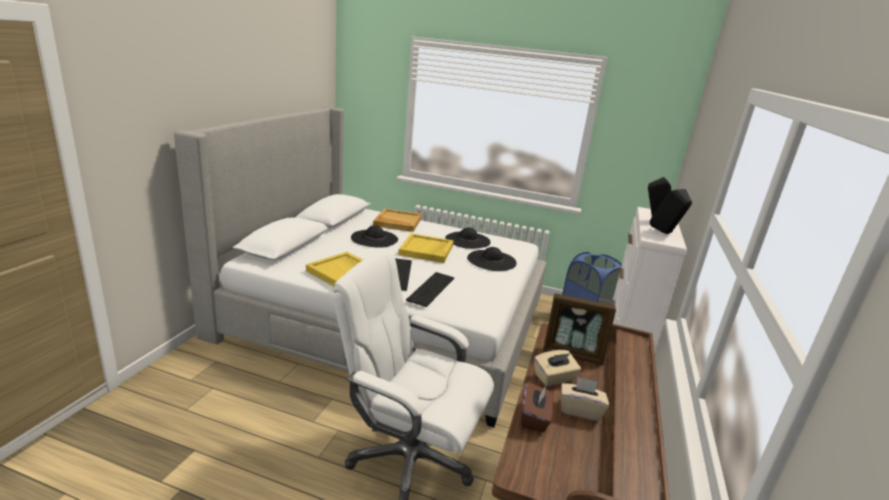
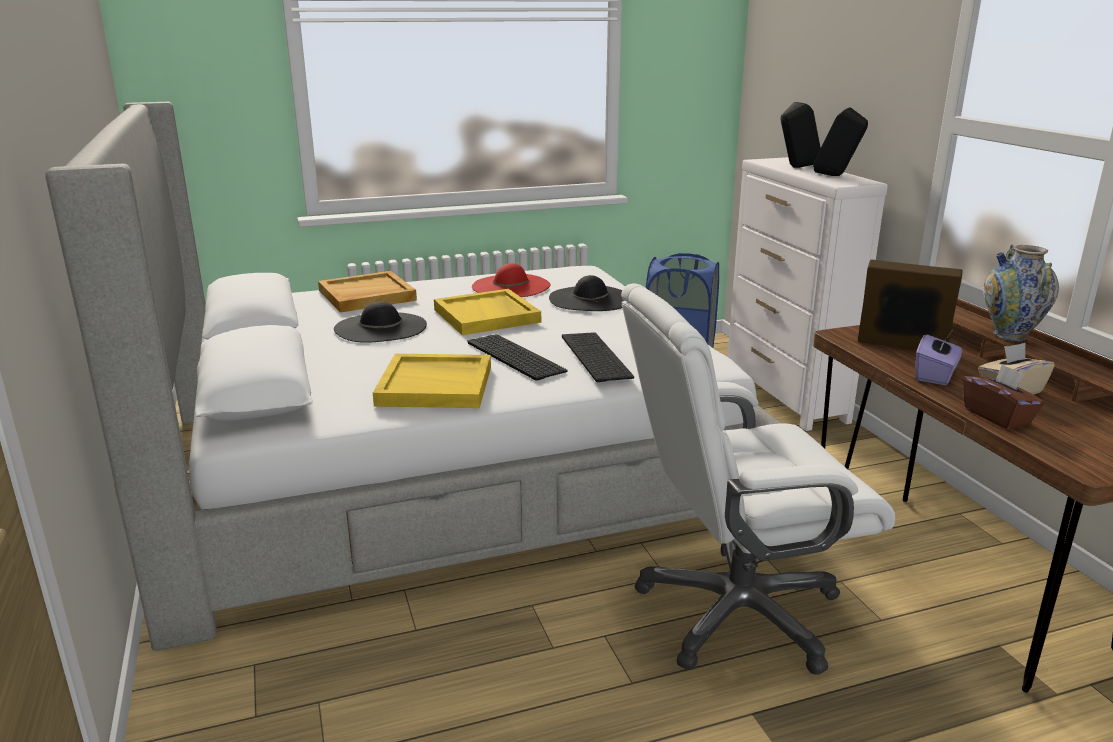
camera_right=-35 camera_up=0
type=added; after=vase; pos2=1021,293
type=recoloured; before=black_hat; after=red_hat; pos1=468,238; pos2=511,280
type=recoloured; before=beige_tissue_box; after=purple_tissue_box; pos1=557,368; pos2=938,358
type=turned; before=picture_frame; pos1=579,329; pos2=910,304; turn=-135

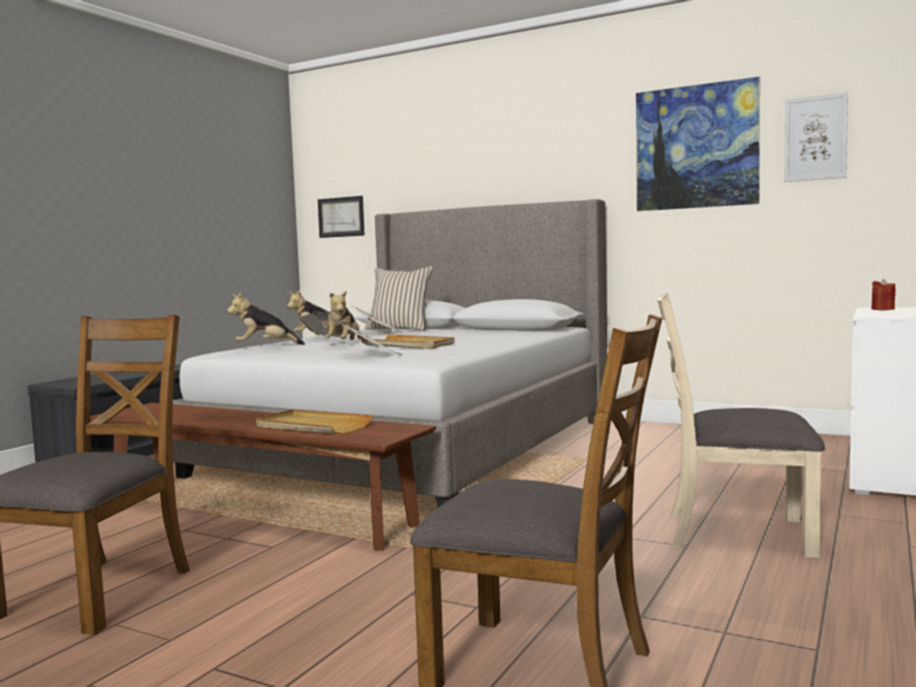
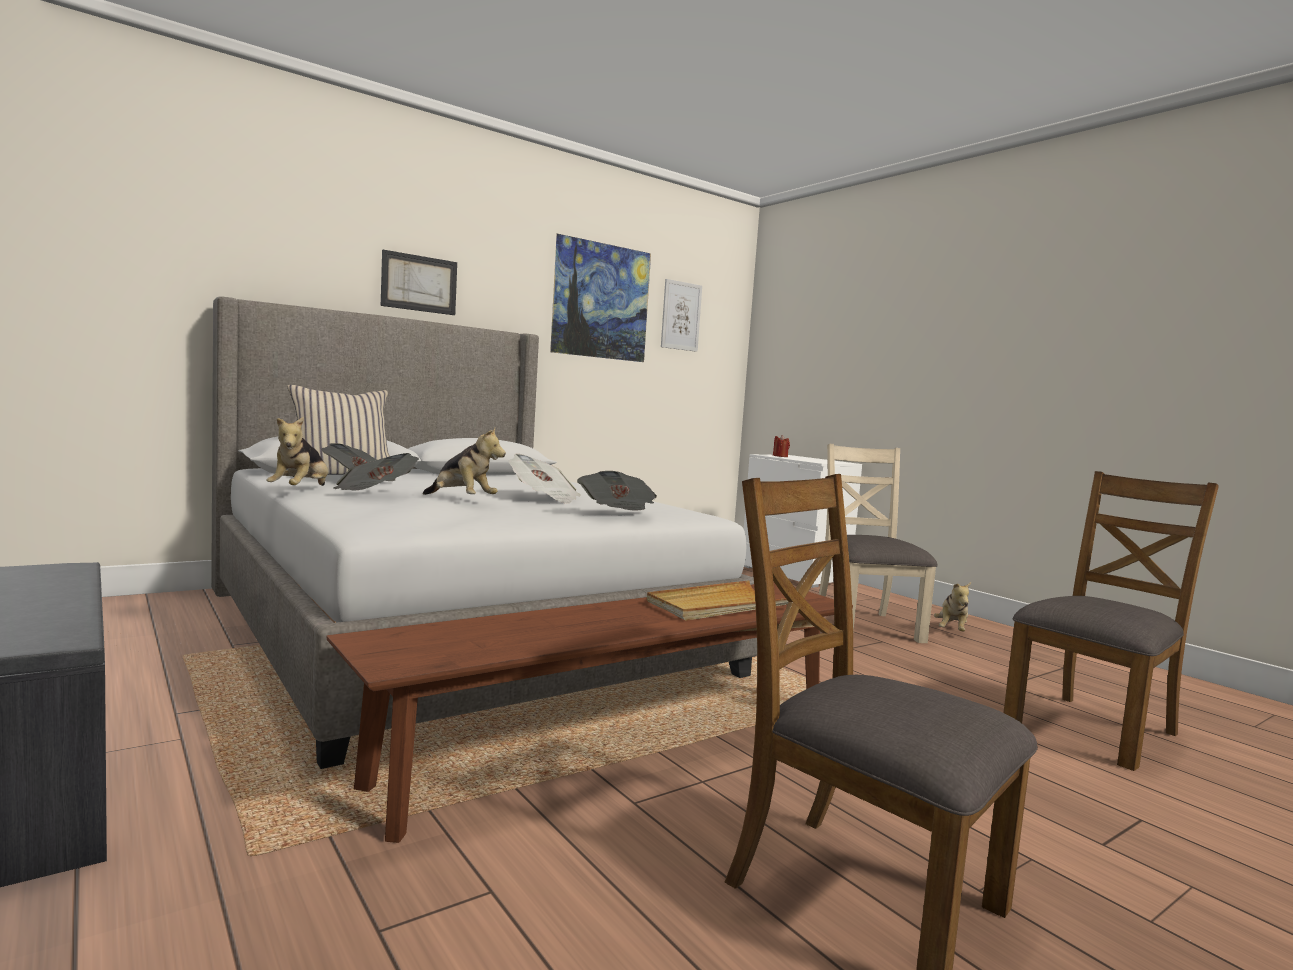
camera_right=-65 camera_up=0
type=moved; before=plush_toy; pos1=266,318; pos2=952,606
type=moved; before=picture; pos1=341,217; pos2=419,282
type=replaced; before=beige_tray; after=newspaper; pos1=408,341; pos2=545,478
type=turned; before=beige_chair; pos1=741,425; pos2=878,543; turn=135

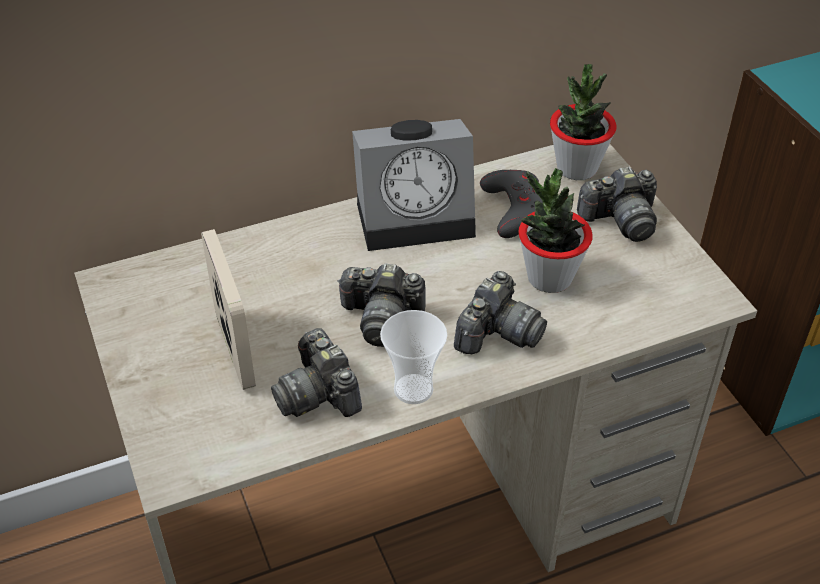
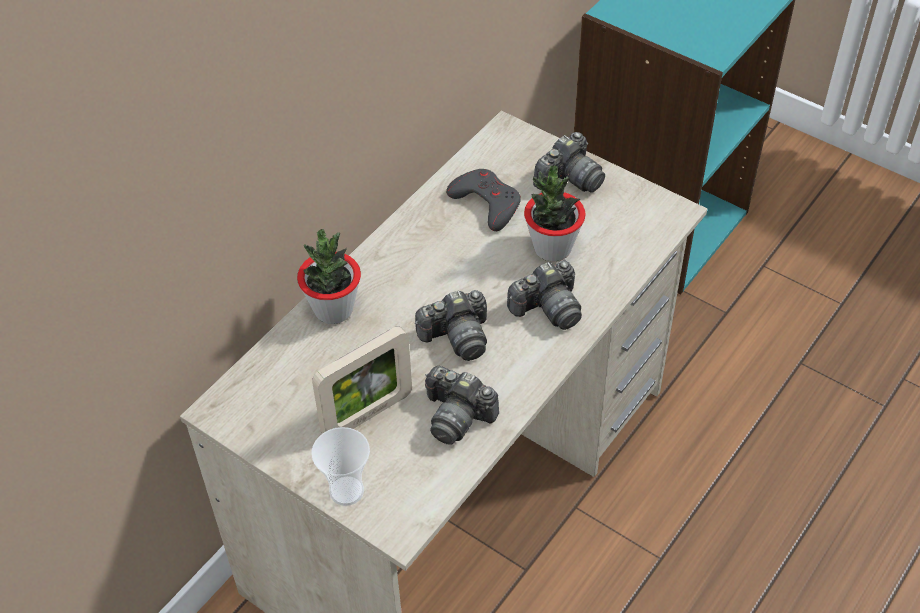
camera_right=-30 camera_up=5
type=removed; before=alarm_clock; pos1=414,185
type=moved; before=cup; pos1=413,357; pos2=340,466
type=moved; before=potted_plant; pos1=583,122; pos2=329,276
type=turned; before=picture_frame; pos1=228,309; pos2=362,380; turn=105
type=turned; before=photo_camera; pos1=500,312; pos2=544,295; turn=60

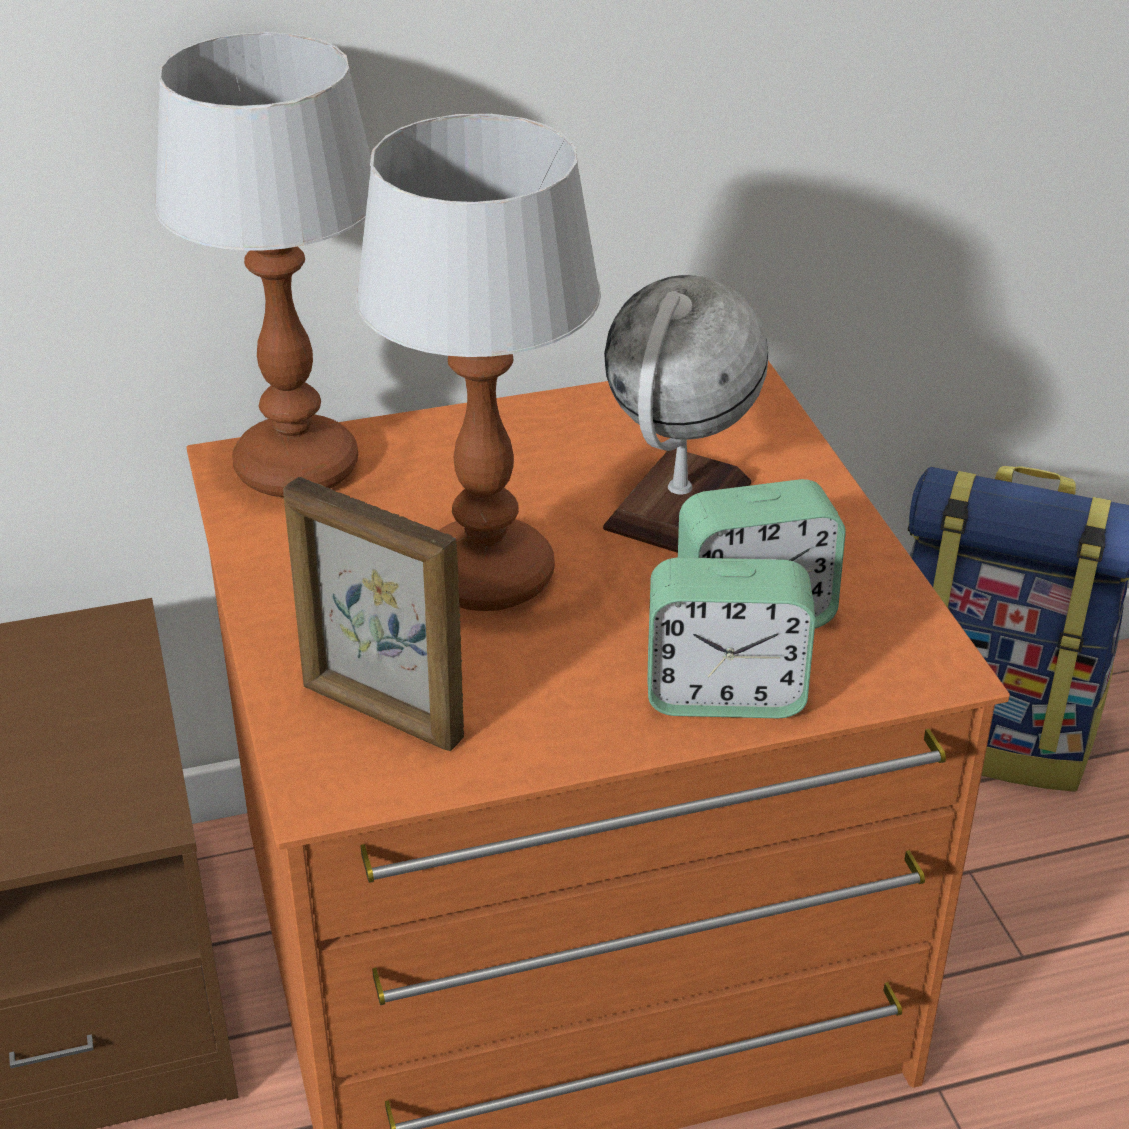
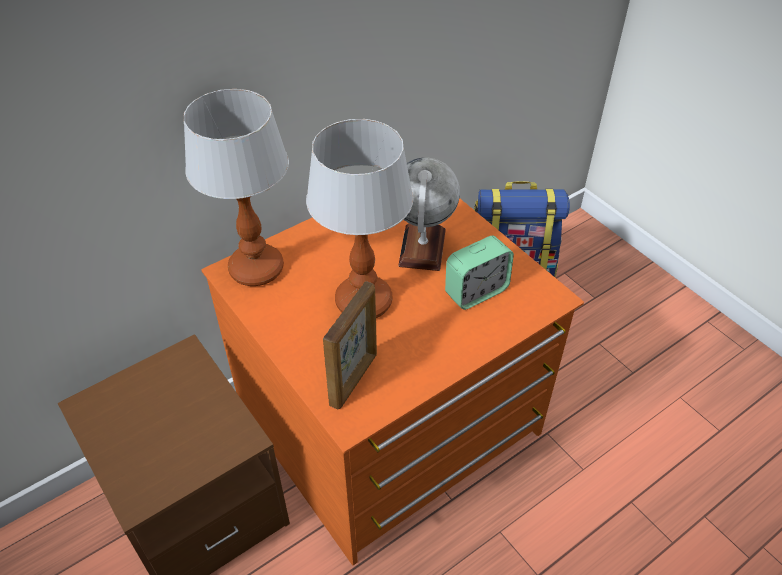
camera_right=-20 camera_up=10
type=removed; before=alarm_clock; pos1=731,637
type=turned; before=picture_frame; pos1=373,614; pos2=350,345; turn=-75

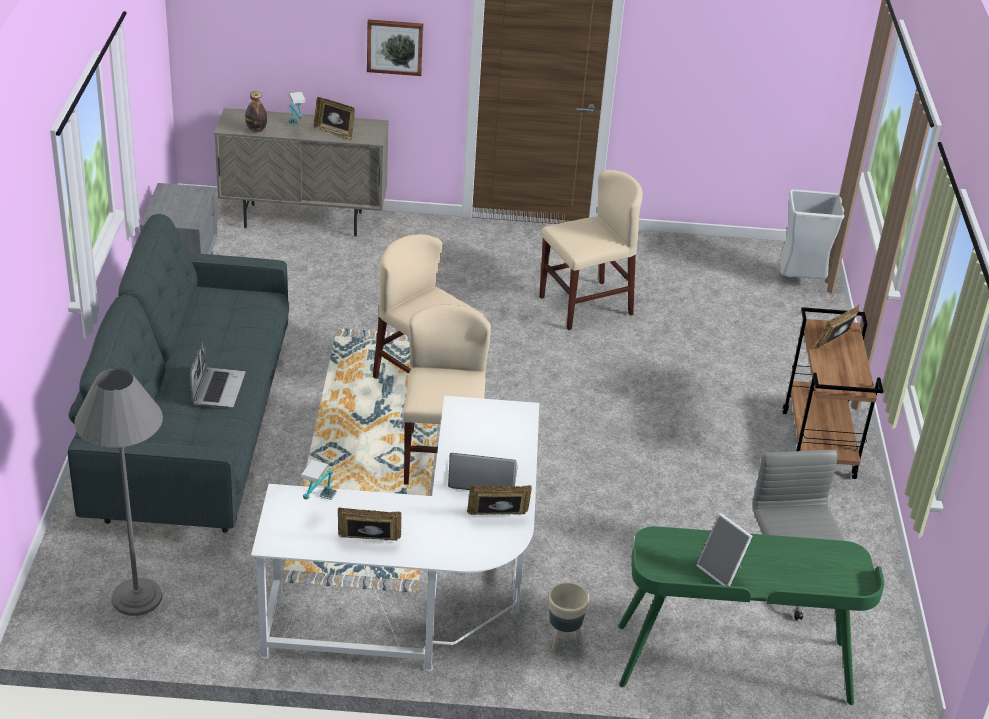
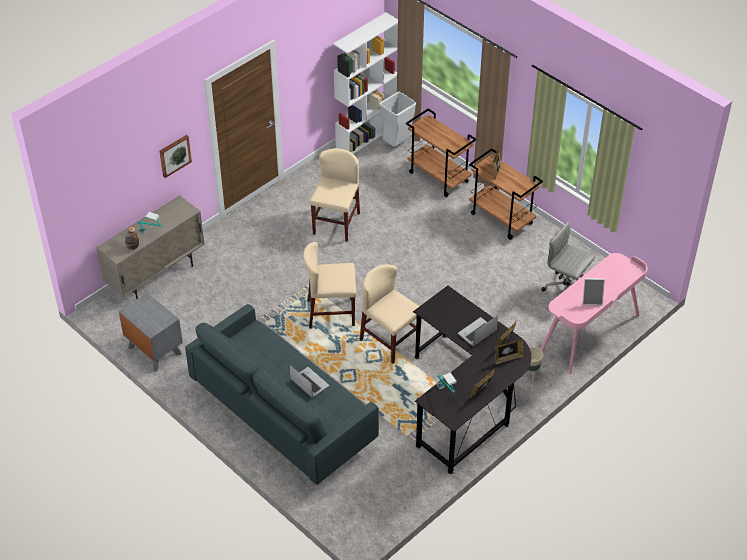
camera_right=-45 camera_up=10
type=removed; before=grey_floor_lamp; pos1=118,492
type=added; after=white_bookcase; pos2=365,83
type=added; after=brown_cart; pos2=441,153
type=moved; before=picture_frame; pos1=334,119; pos2=509,351
type=recoloured; before=white_desk; after=black_desk; pos1=395,534; pos2=472,380
type=recoloured; before=green_desk; after=pink_desk; pos1=751,615; pos2=593,313

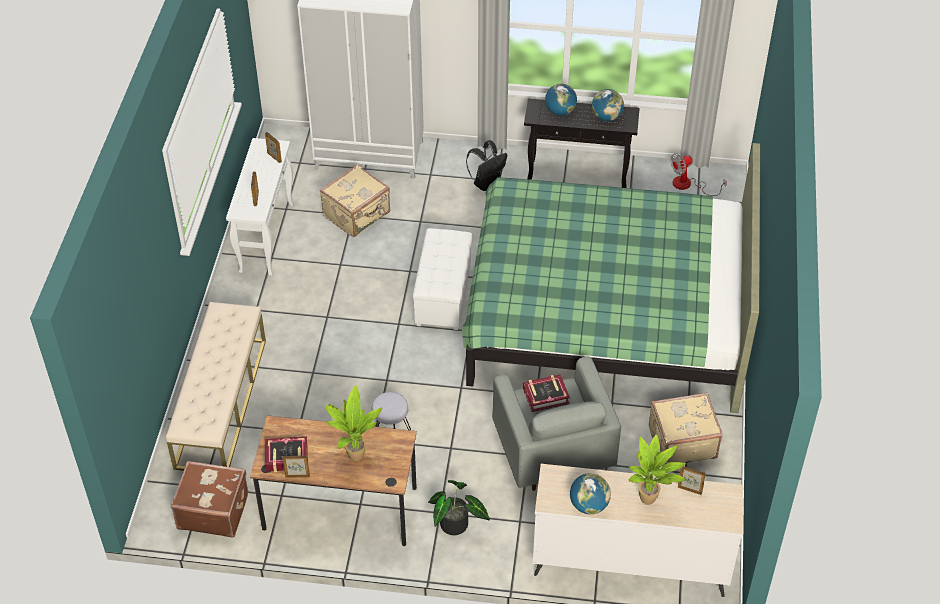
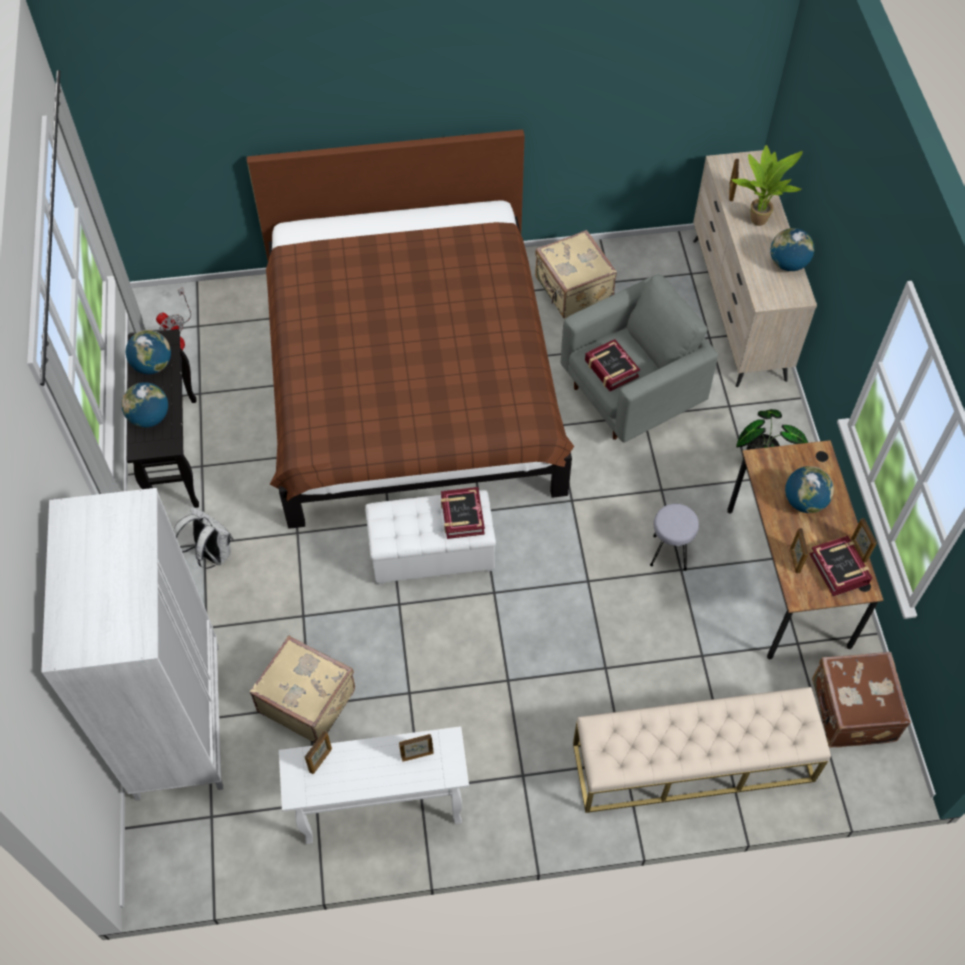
camera_right=-105 camera_up=10
type=added; after=book; pos2=463,513
type=added; after=picture_frame; pos2=799,550
type=replaced; before=potted_plant; after=globe; pos1=354,423; pos2=809,489
type=recoloured; before=green_bed; after=brown_bed; pos1=611,278; pos2=410,329
type=recoloured; before=black_backpack; after=white_backpack; pos1=486,165; pos2=204,538

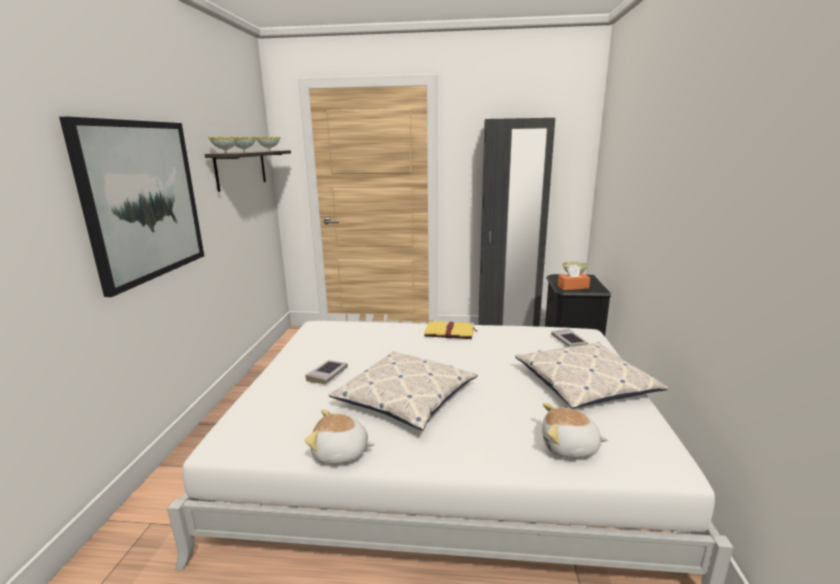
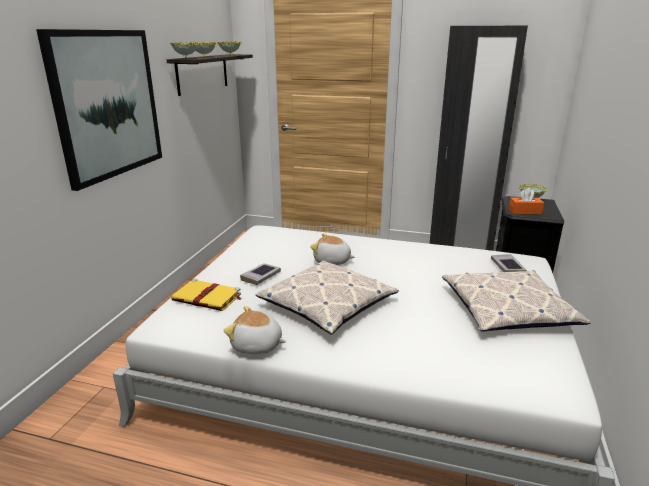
camera_right=10 camera_up=5
type=moved; before=yellow_book; pos1=451,329; pos2=206,295
type=moved; before=plush_toy; pos1=575,430; pos2=332,249

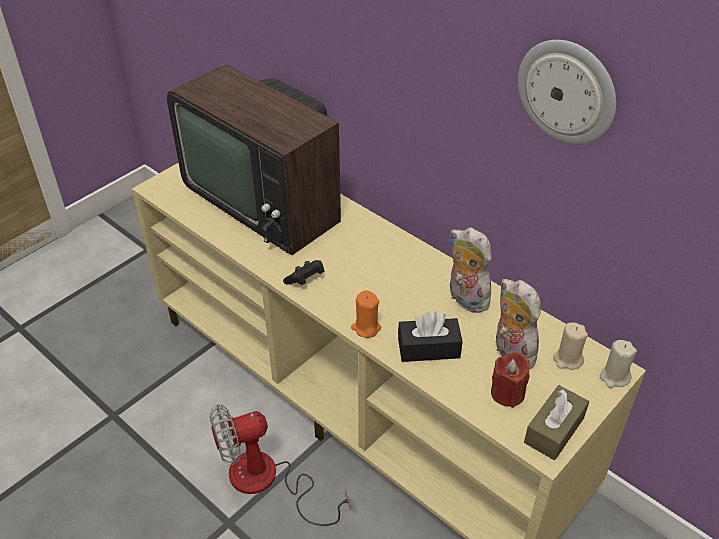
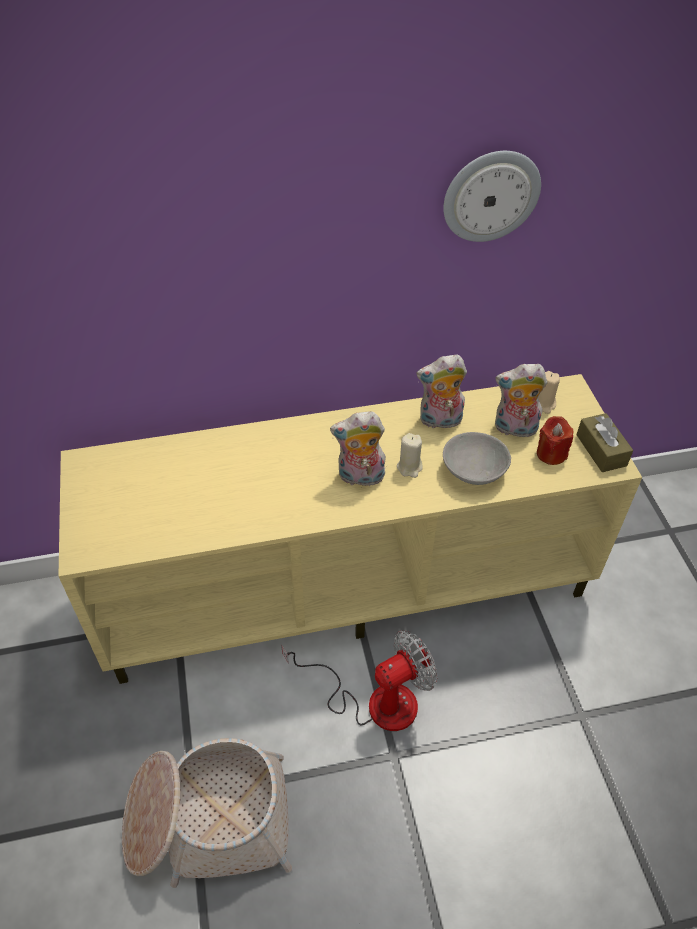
camera_right=-55 camera_up=5
type=removed; before=television; pos1=254,159
type=removed; before=black_game_controller; pos1=304,272
type=removed; before=orange_candle; pos1=366,314
type=added; after=basket; pos2=207,813
type=added; after=plush_toy; pos2=358,449
type=moved; before=beige_candle; pos1=618,364; pos2=410,455
type=replaced; before=black_tissue_box; after=grey_bowl; pos1=430,337; pos2=477,458
type=turned; before=fan; pos1=280,465; pos2=359,680; turn=-135

